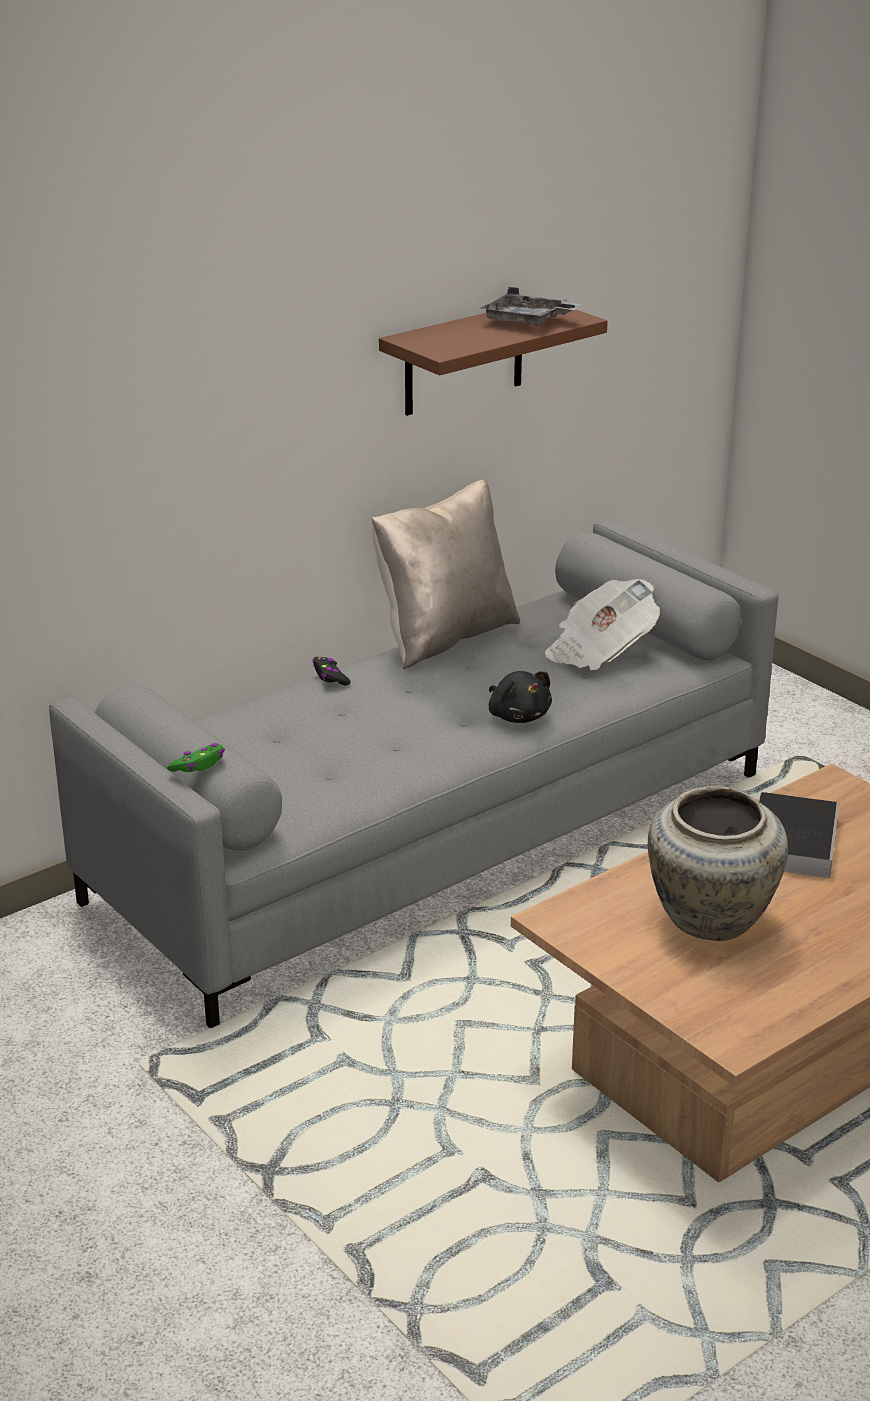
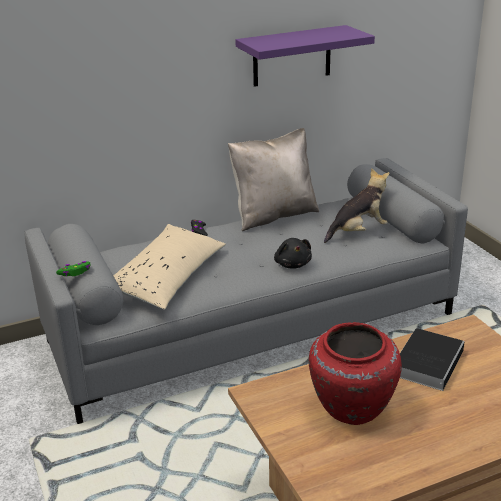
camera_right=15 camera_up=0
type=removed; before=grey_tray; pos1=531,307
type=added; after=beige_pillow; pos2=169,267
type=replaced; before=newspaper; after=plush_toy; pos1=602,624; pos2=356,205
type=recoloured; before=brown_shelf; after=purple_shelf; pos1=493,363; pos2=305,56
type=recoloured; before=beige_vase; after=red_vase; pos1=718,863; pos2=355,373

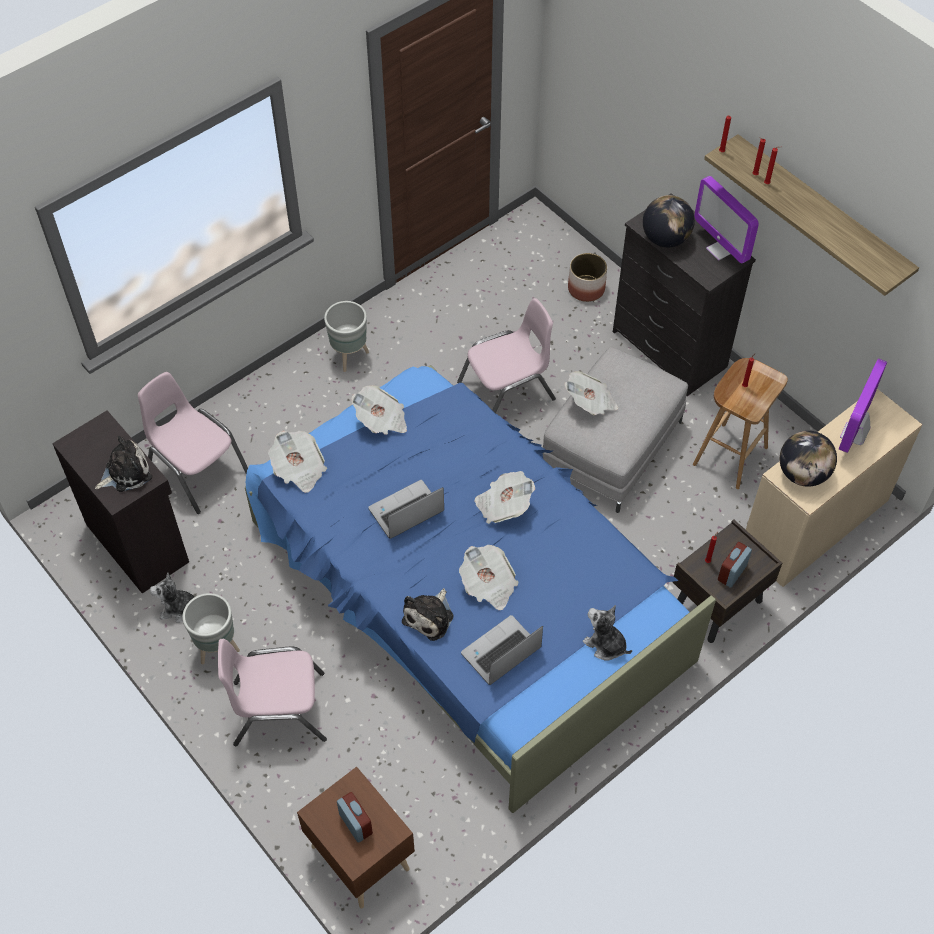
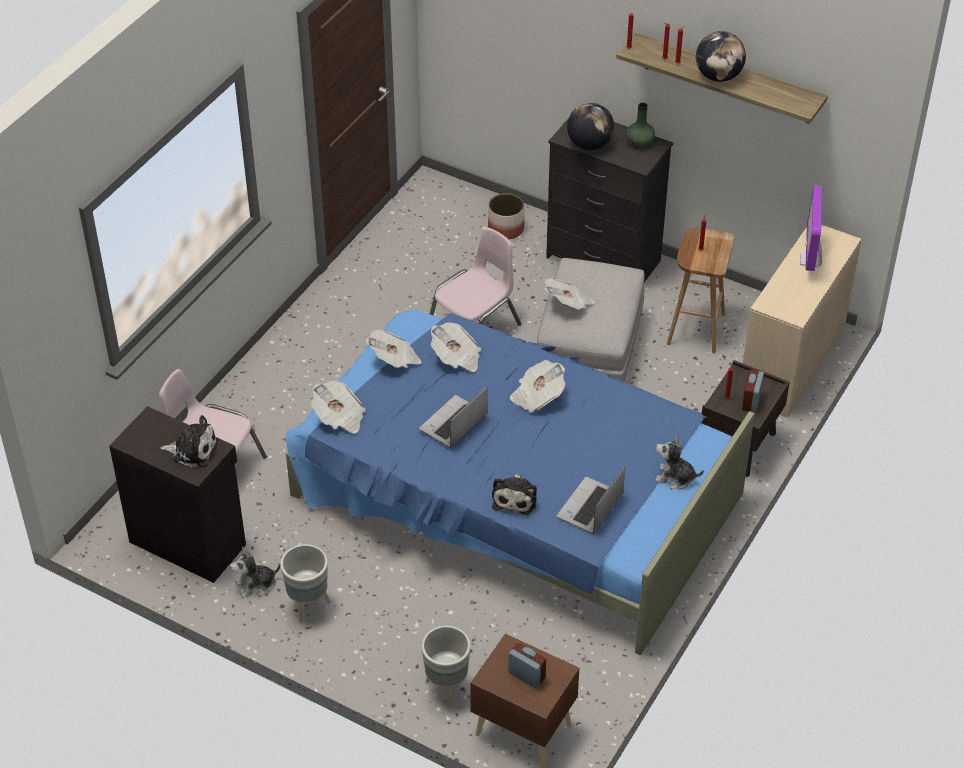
camera_right=-20 camera_up=-10
type=removed; before=pink_chair; pos1=272,692
type=moved; before=grey_planter; pos1=346,336; pos2=446,666
type=moved; before=newspaper; pos1=489,577; pos2=456,347
type=moved; before=globe; pos1=808,459; pos2=721,56
type=replaced; before=monitor; after=green_vase; pos1=726,219; pos2=640,125
type=turned; before=plush_toy; pos1=123,464; pos2=189,441; turn=60

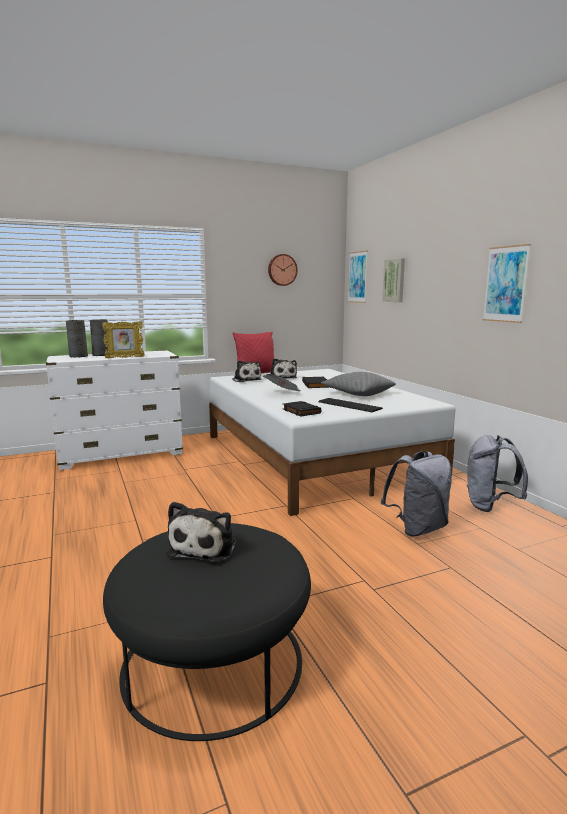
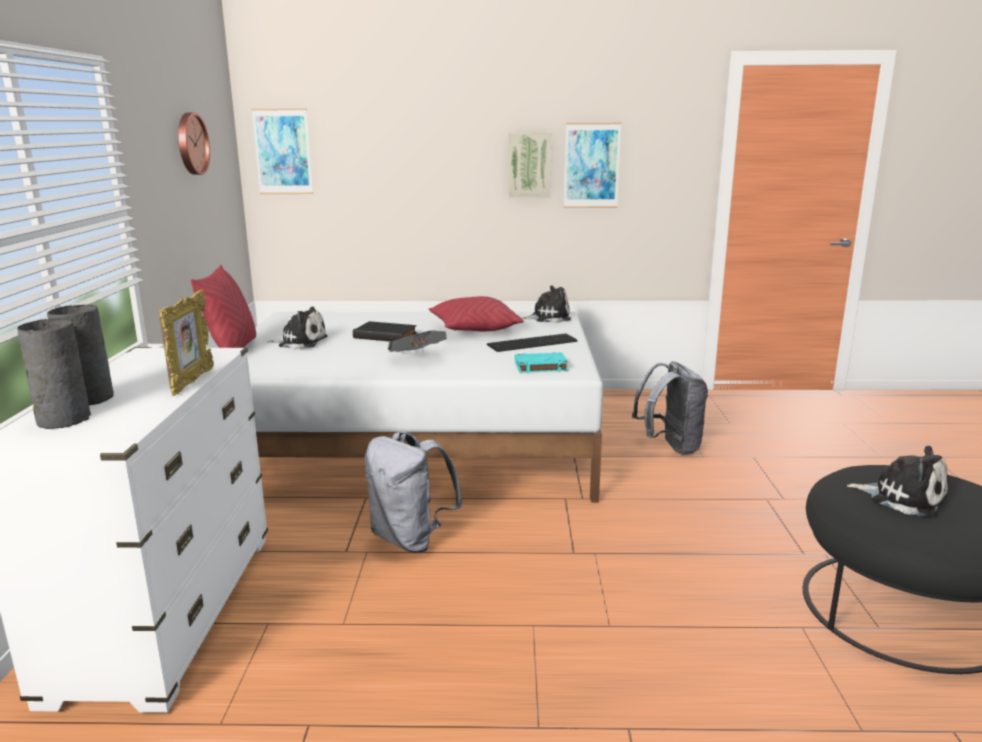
camera_right=-65 camera_up=5
type=moved; before=plush_toy; pos1=246,371; pos2=546,304
type=moved; before=picture; pos1=393,280; pos2=530,165
type=moved; before=grey_backpack; pos1=497,473; pos2=414,492
type=recoloured; before=black_book; after=turquoise_book; pos1=302,409; pos2=542,362
type=recoloured; before=grey_pillow; after=red_pillow; pos1=358,384; pos2=476,313

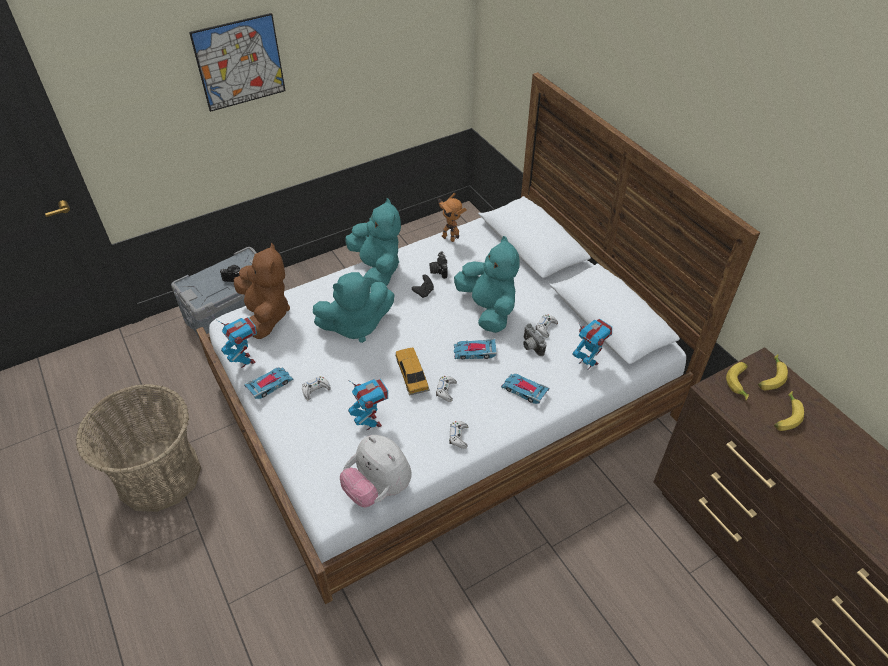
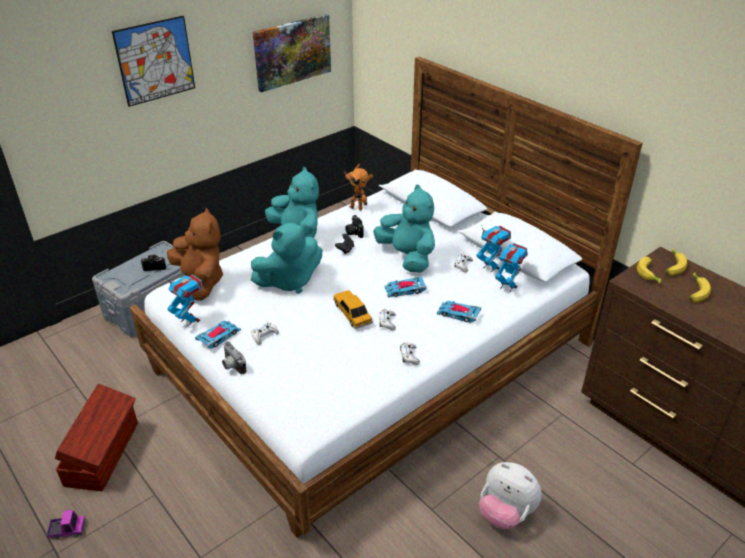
camera_right=-10 camera_up=-10
type=added; after=toy_truck; pos2=65,524
type=added; after=picture; pos2=292,53
type=moved; before=plush_toy; pos1=376,471; pos2=510,495
type=moved; before=toy_robot; pos1=368,404; pos2=493,248
type=moved; before=photo_camera; pos1=535,340; pos2=234,357
type=replaced; before=basket; after=brown_storage_box; pos1=138,448; pos2=96,437

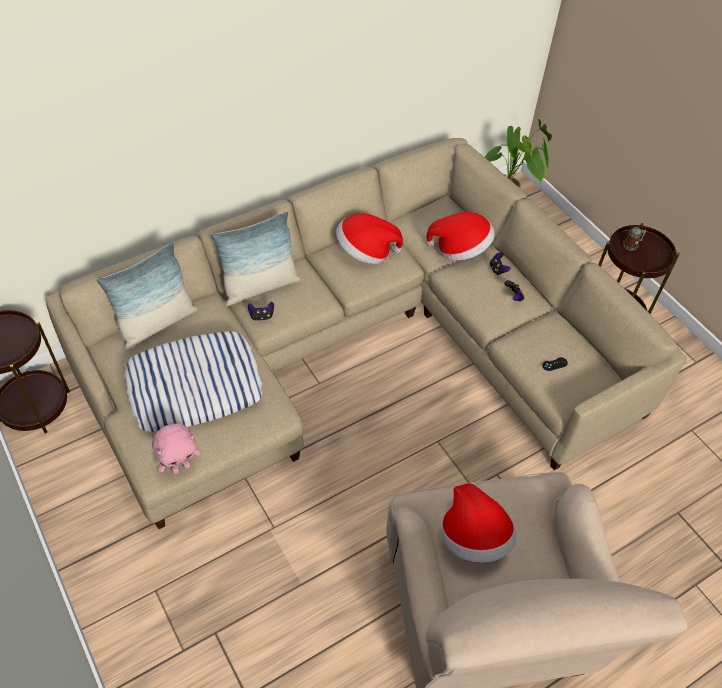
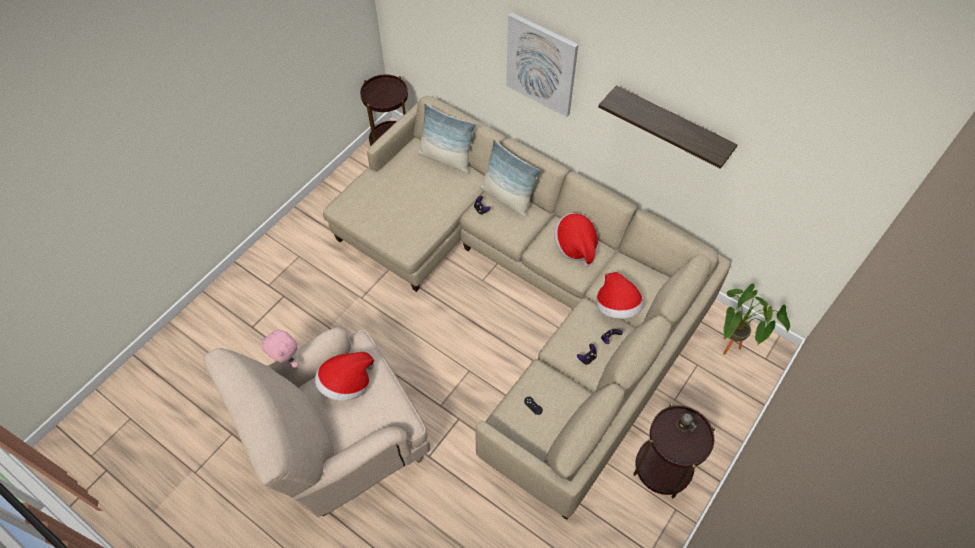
camera_right=70 camera_up=5
type=removed; before=pillow; pos1=193,381
type=added; after=picture; pos2=542,64
type=added; after=shelf; pos2=668,127
type=moved; before=pink_plush_toy; pos1=176,449; pos2=280,349

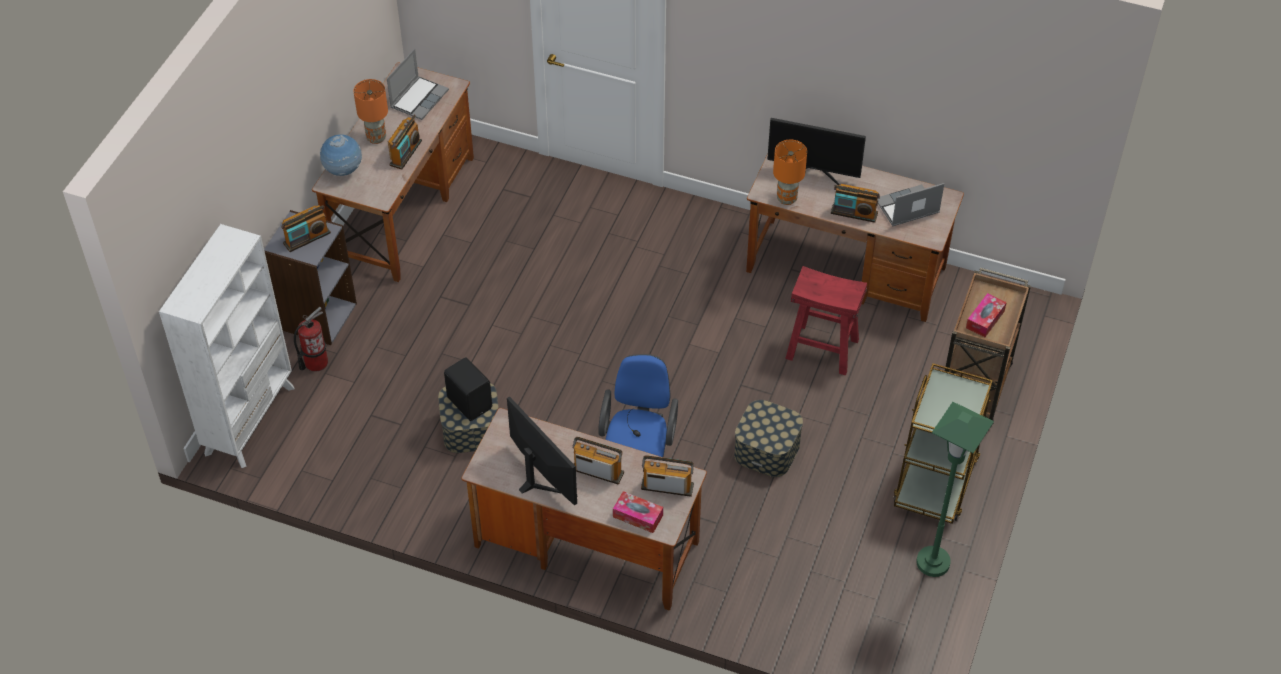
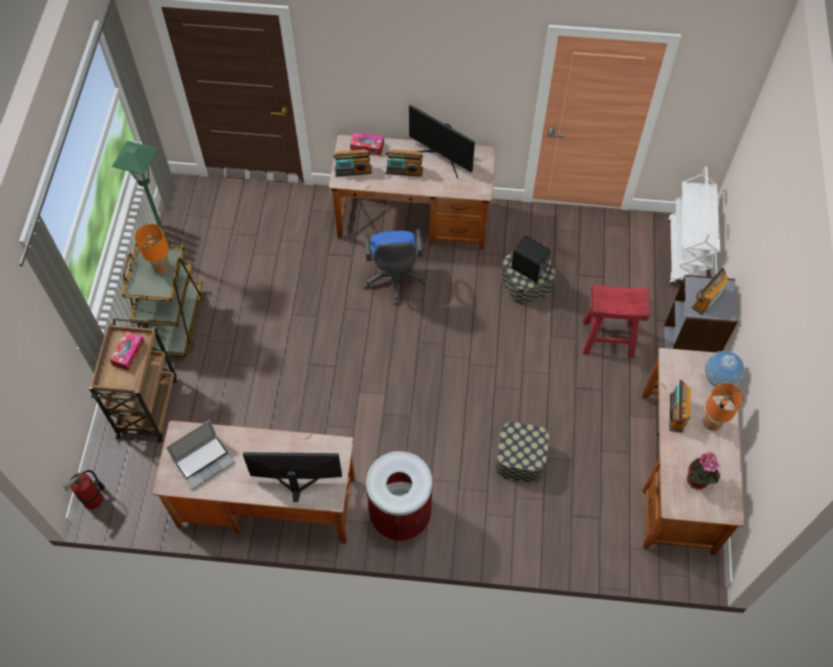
camera_right=165 camera_up=10
type=removed; before=radio; pos1=855,203
type=added; after=trash_can; pos2=399,496
type=moved; before=fire_extinguisher; pos1=311,339; pos2=84,489
type=moved; before=storage_box; pos1=768,438; pos2=522,452
type=moved; before=orange_table_lamp; pos1=790,172; pos2=152,249
type=moved; before=red_stool; pos1=826,320; pos2=616,321
type=replaced; before=white_bookcase; after=white_cart; pos1=227,346; pos2=694,225
type=replaced; before=laptop; after=potted_plant; pos1=418,84; pos2=703,471

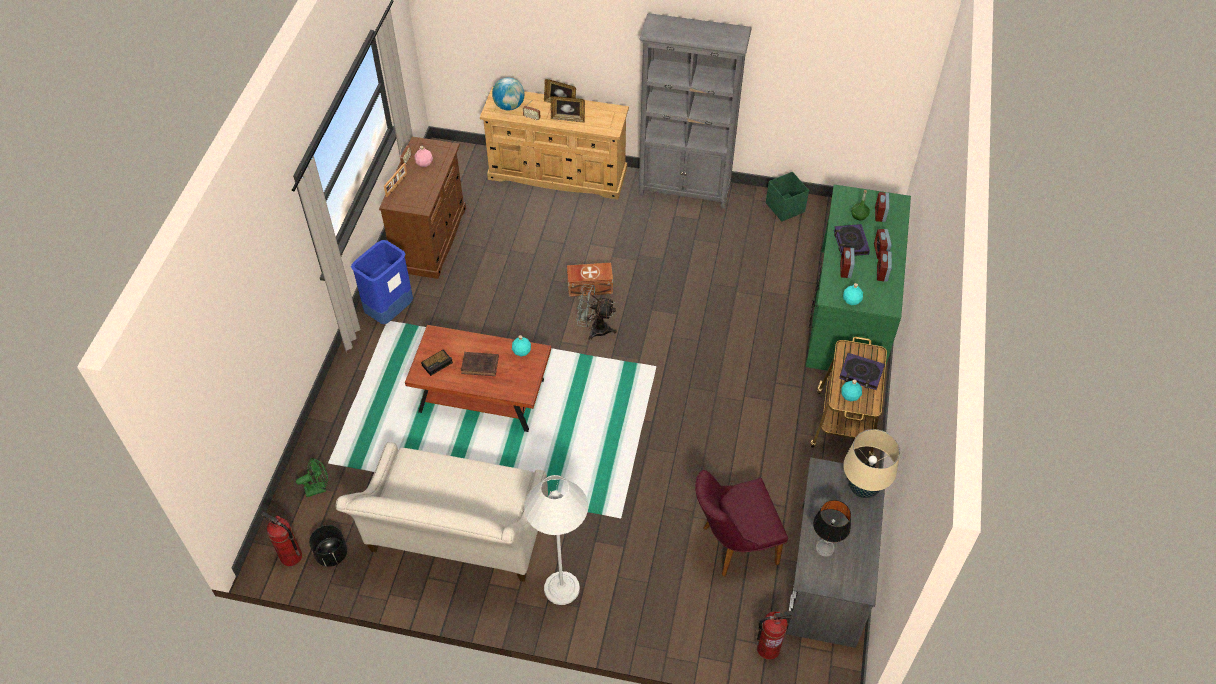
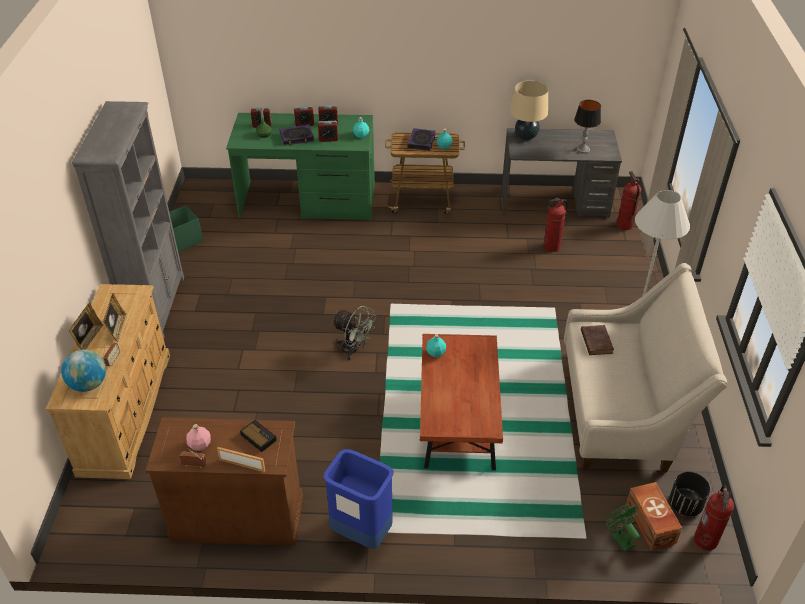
camera_right=-100 camera_up=-10
type=moved; before=alarm_clock; pos1=437,363; pos2=258,436
type=moved; before=brown_book; pos1=480,364; pos2=597,340
type=moved; before=brown_storage_box; pos1=590,280; pos2=654,516
type=replaced; before=purple_chair; after=fire_extinguisher; pos1=741,523; pos2=555,225
type=turned; before=grey_fan; pos1=596,312; pos2=354,333; turn=-60

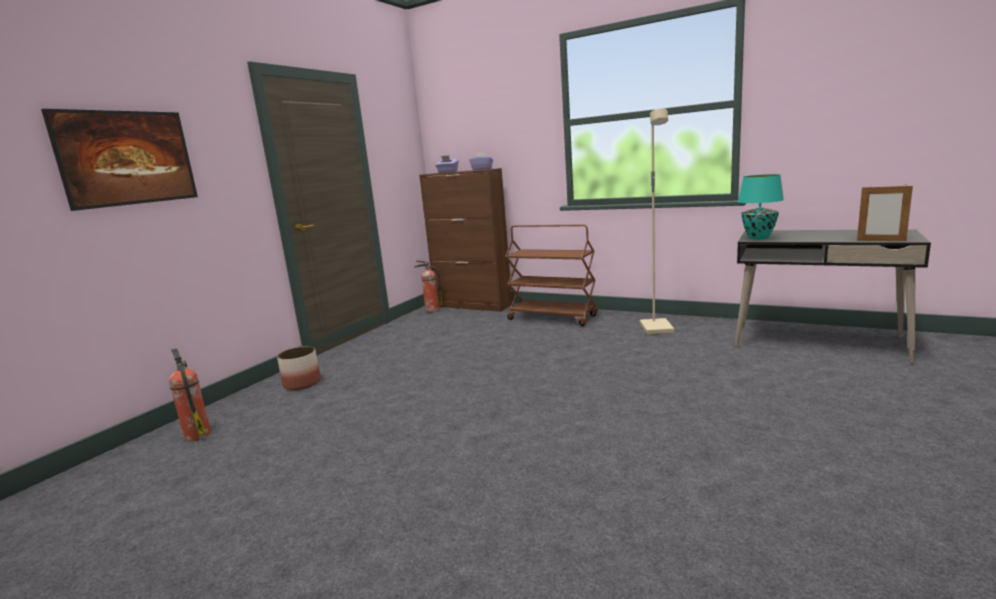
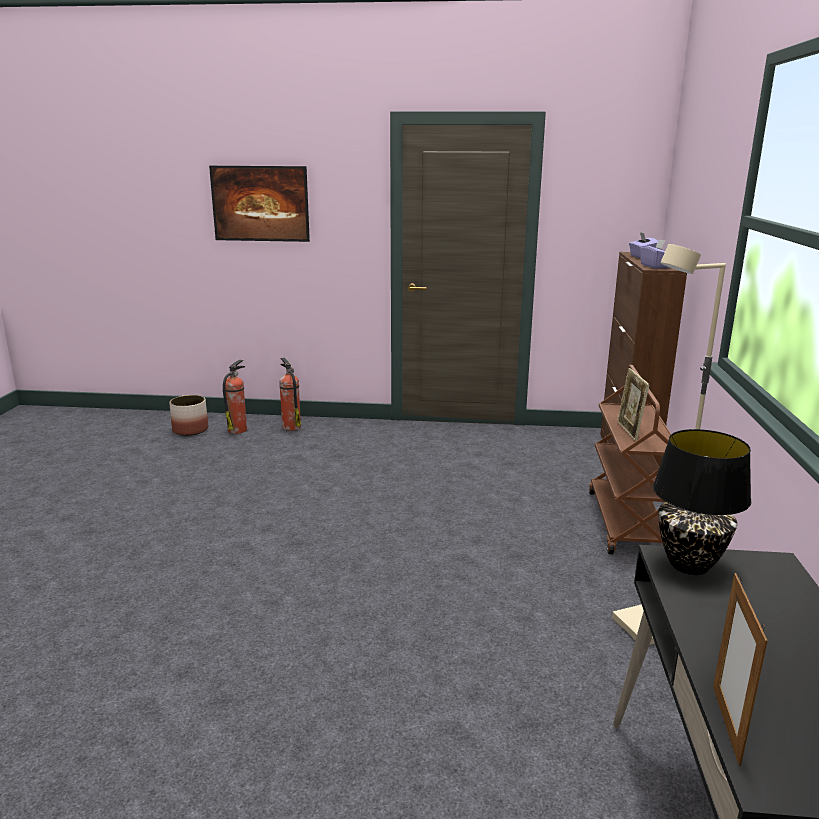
camera_right=65 camera_up=5
type=added; after=picture_frame; pos2=633,404
type=moved; before=planter; pos1=299,368; pos2=188,415
type=moved; before=fire_extinguisher; pos1=428,286; pos2=290,394
type=recoloured; before=turquoise_table_lamp; after=black_table_lamp; pos1=761,207; pos2=702,502

